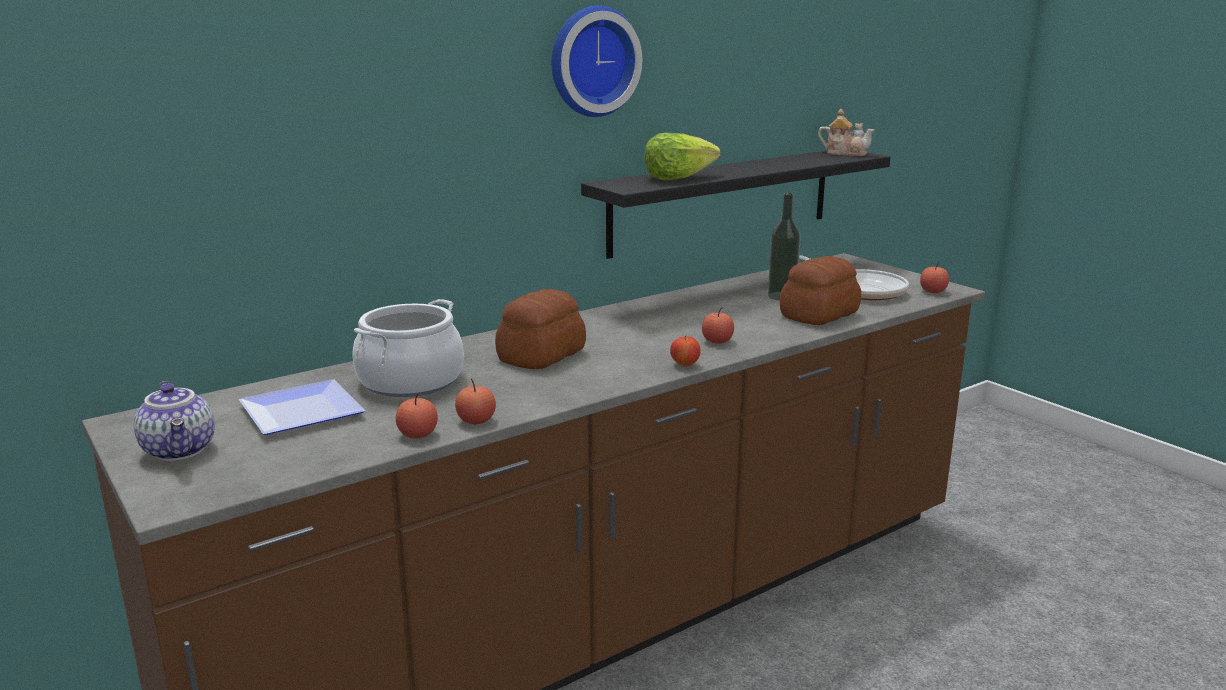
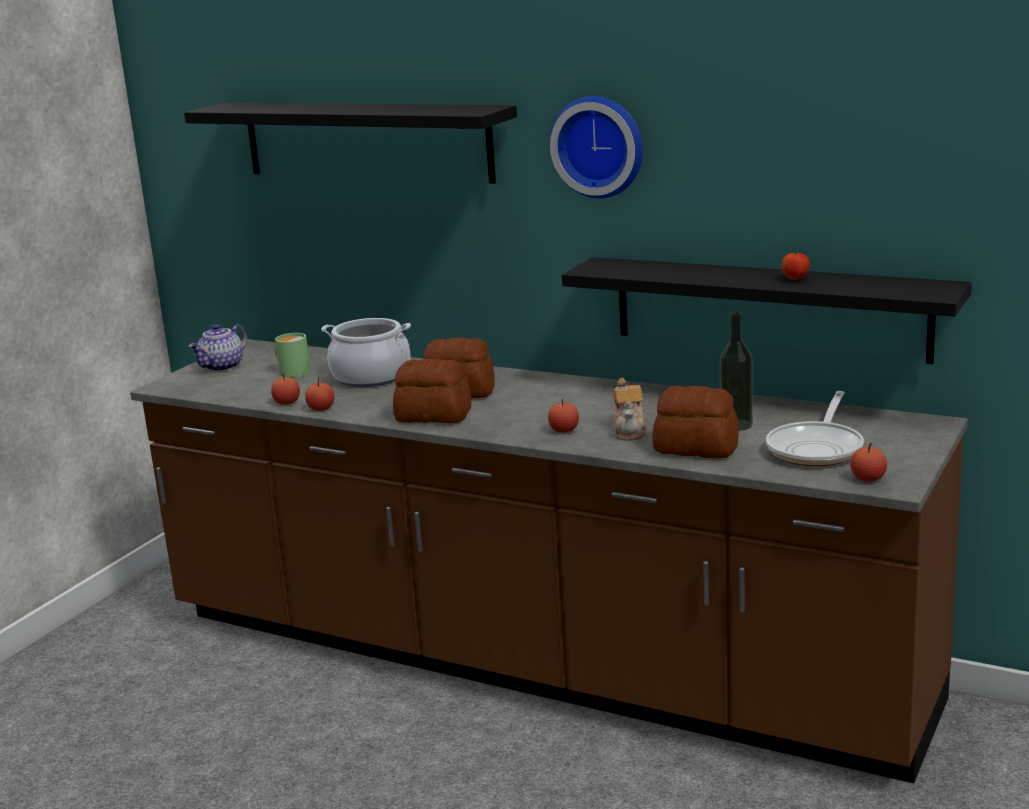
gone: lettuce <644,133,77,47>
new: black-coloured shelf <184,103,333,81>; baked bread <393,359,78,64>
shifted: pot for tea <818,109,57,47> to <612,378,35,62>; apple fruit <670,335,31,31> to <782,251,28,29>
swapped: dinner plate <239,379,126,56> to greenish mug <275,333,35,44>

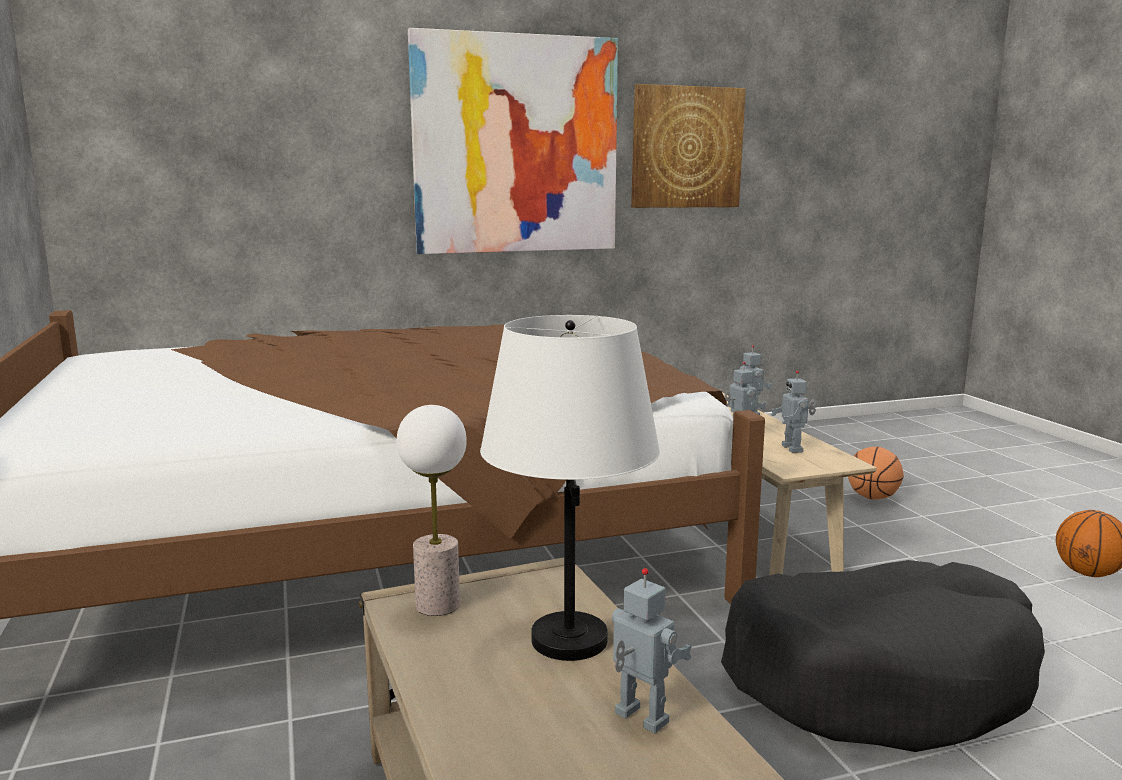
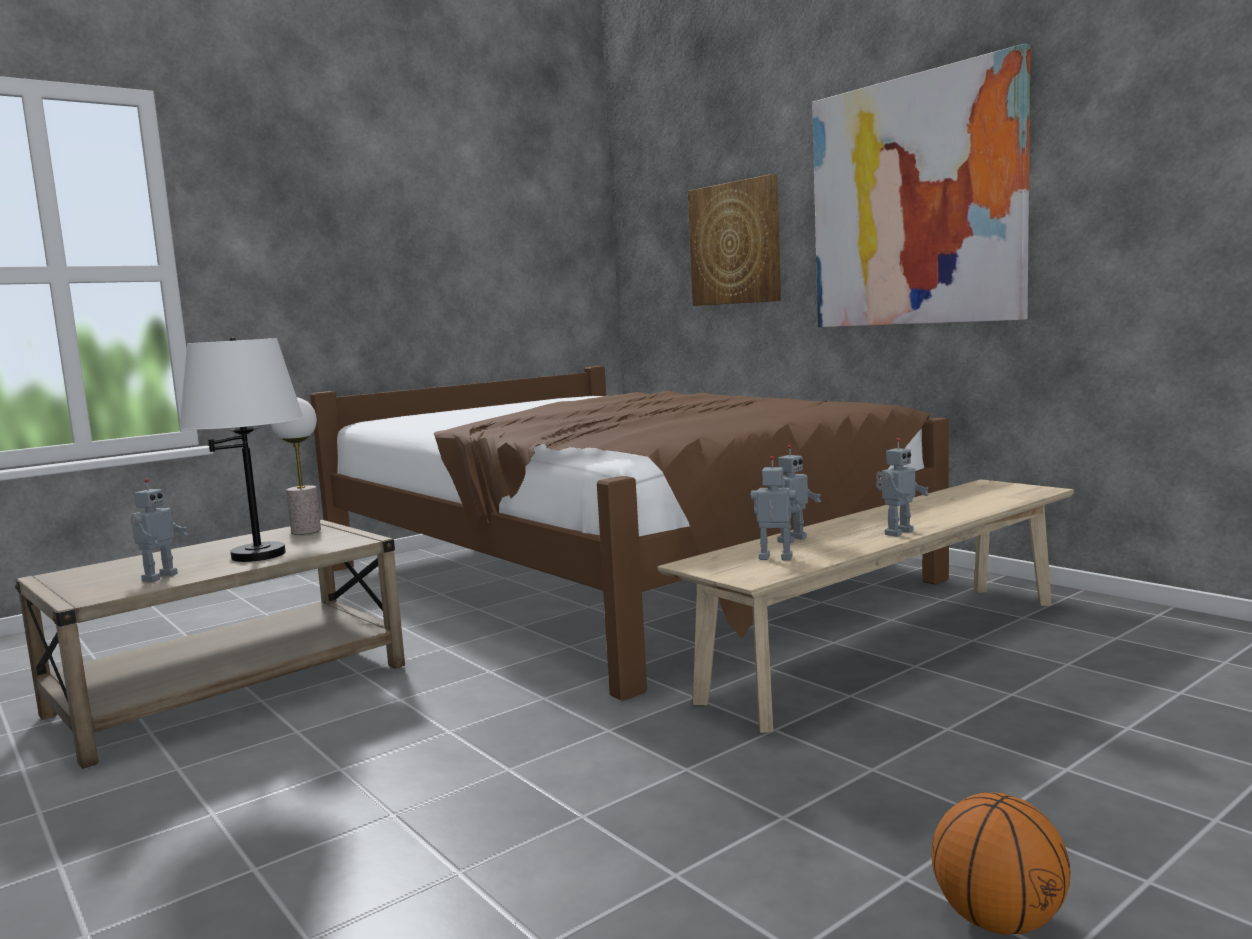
gone: basketball <848,447,56,53>; black-coloured dog cushion <721,560,324,192>
shifted: picture <631,84,115,124> to <688,174,93,132>
rotated: robot figure <771,370,45,83> = <751,456,46,104> 45 degrees clockwise

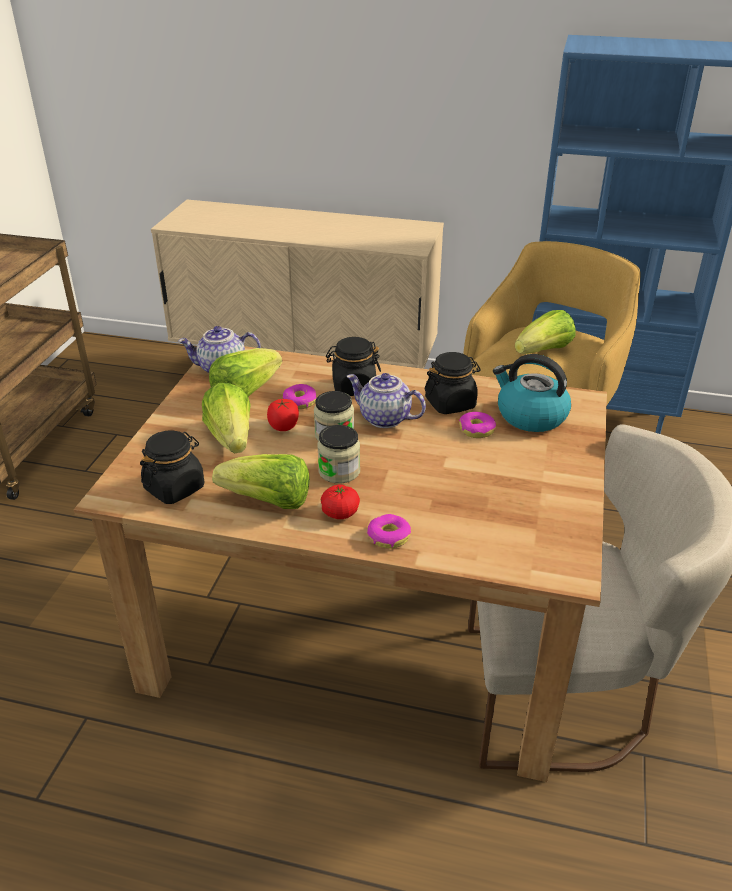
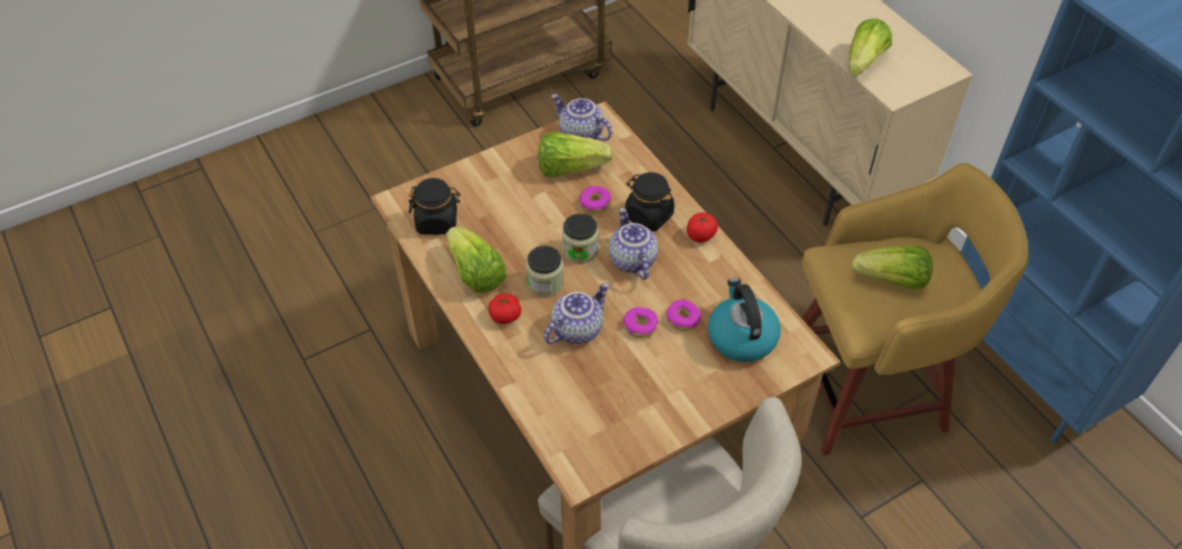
gone: black-coloured storage jar <425,352,56,62>
new: pot for tea <544,283,66,61>
shifted: lettuce <202,383,49,70> to <848,18,44,58>; fresh tomato <267,399,32,32> to <687,212,31,31>; donut <367,514,44,35> to <623,307,36,31>

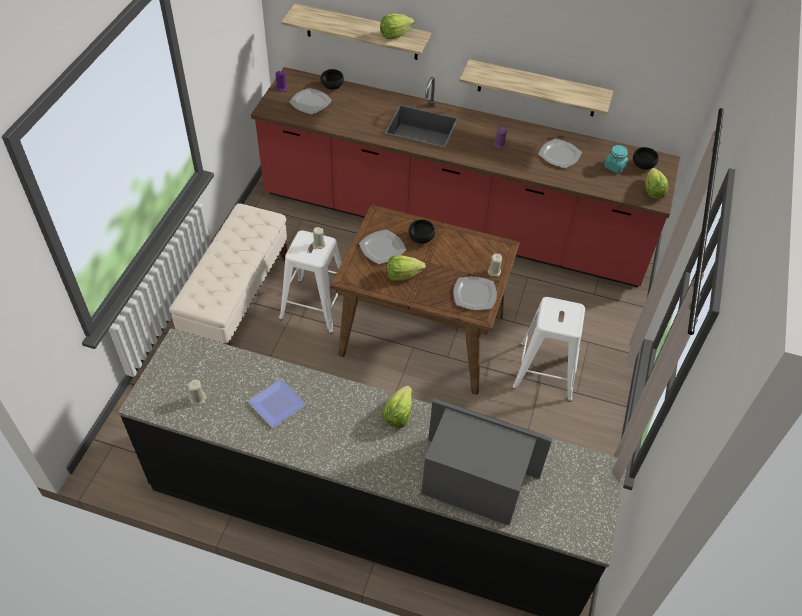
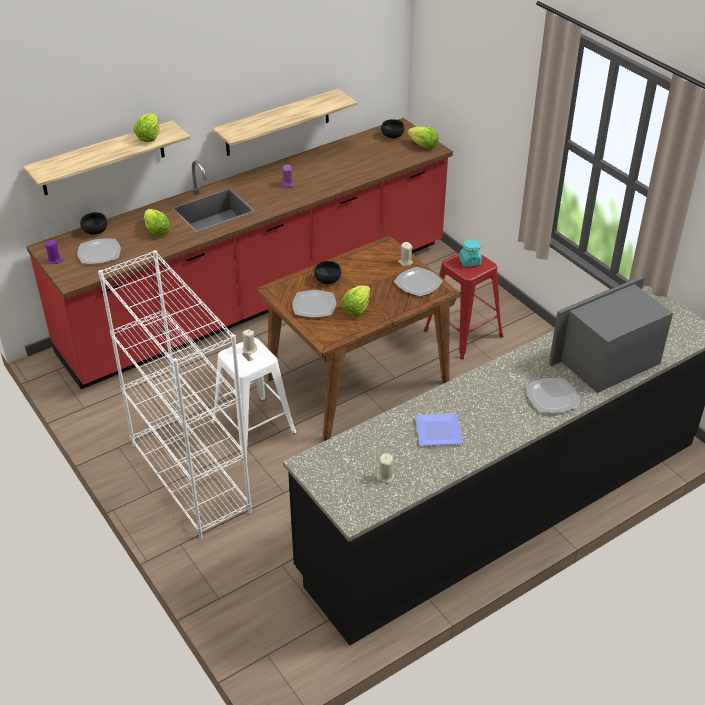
shifted: dinner plate <538,139,44,29> to <526,378,54,35>; turquoise-coloured storage jar <604,145,24,28> to <459,239,23,28>; lettuce <382,386,30,43> to <144,209,27,27>
swapped: beige long seat <169,203,118,143> to white shelving unit <98,250,154,288>
repainted: white stool <512,297,73,105> to red-coloured stool <424,253,79,106>

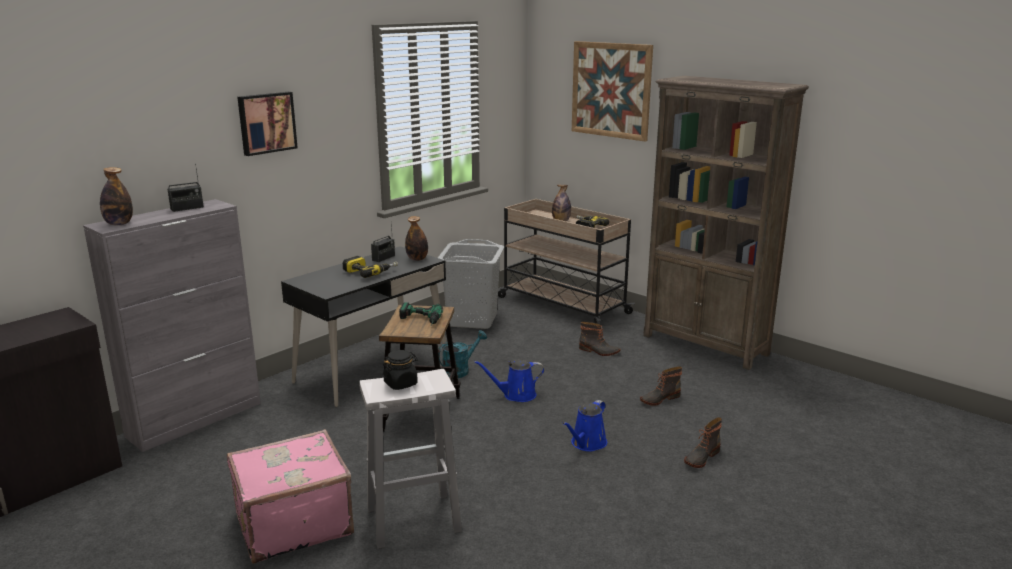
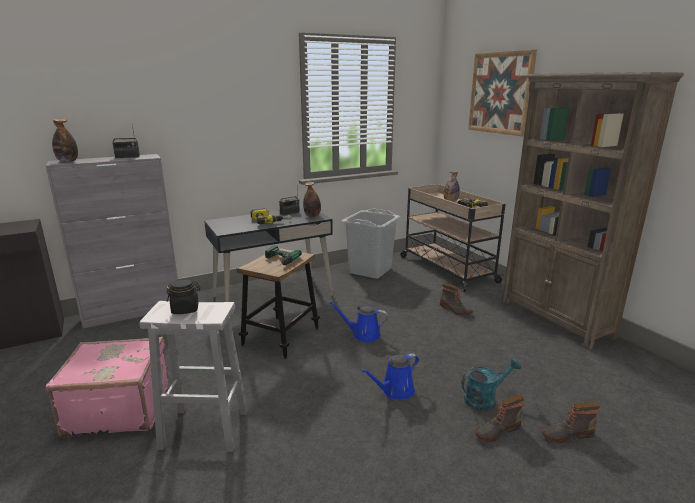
gone: picture <237,92,61,64>
shifted: turquoise-coloured watering can <438,330,49,48> to <462,358,59,52>; high-top boot <640,366,42,40> to <542,402,59,41>

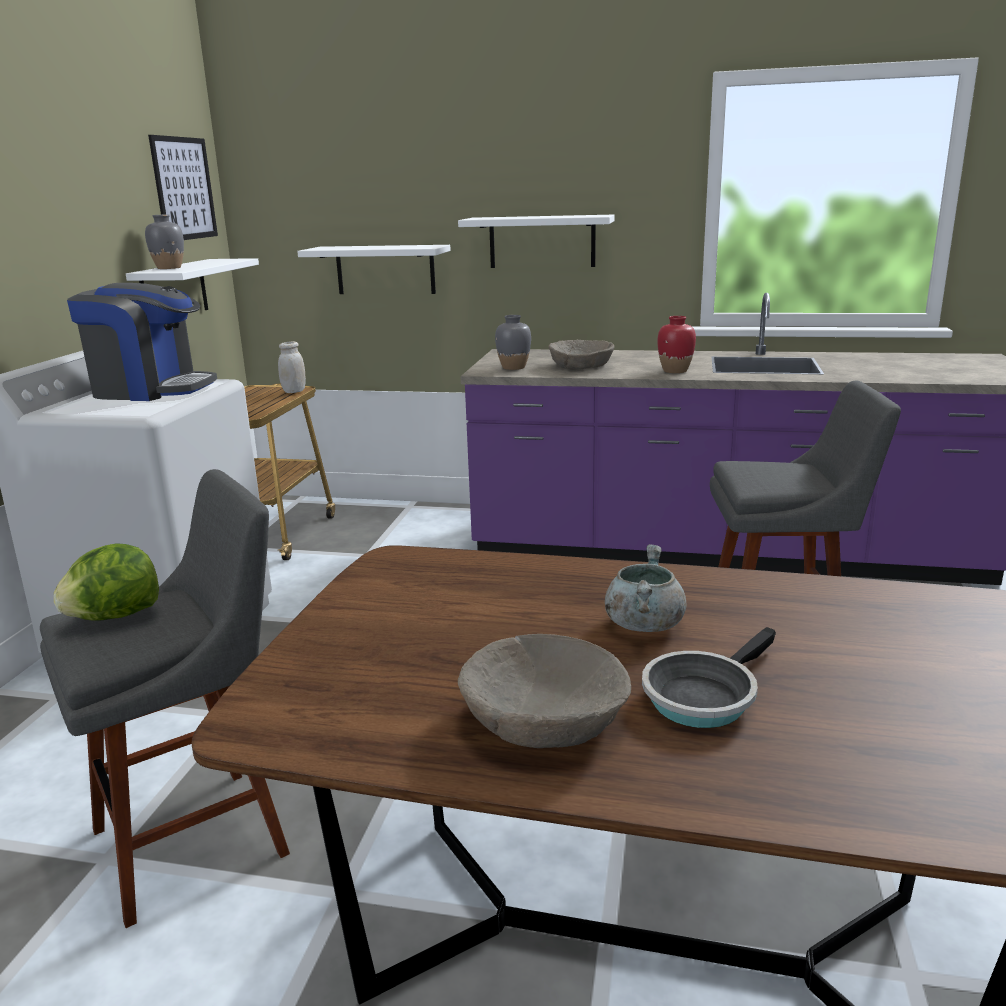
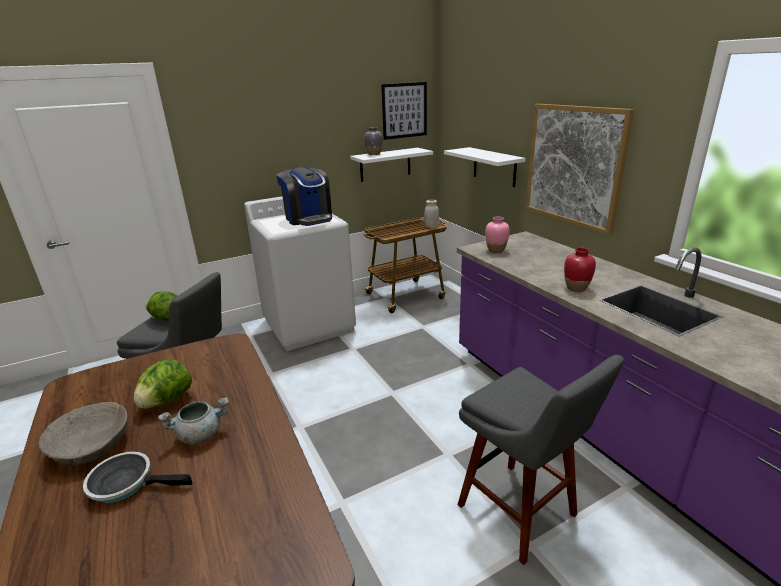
gone: beige serving bowl <548,339,67,31>
new: lettuce <134,360,58,49>
swapped: white shelf <458,215,157,53> to picture <526,104,108,131>
repainted: grey flower vase <495,315,36,55> to pinkish flower vase <485,217,25,36>

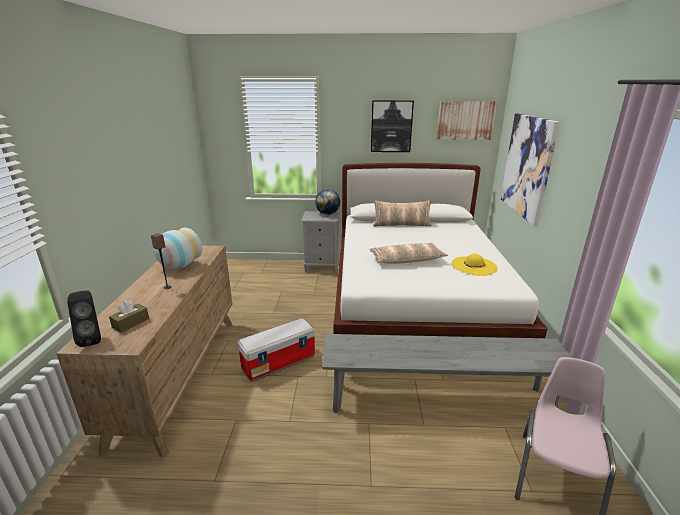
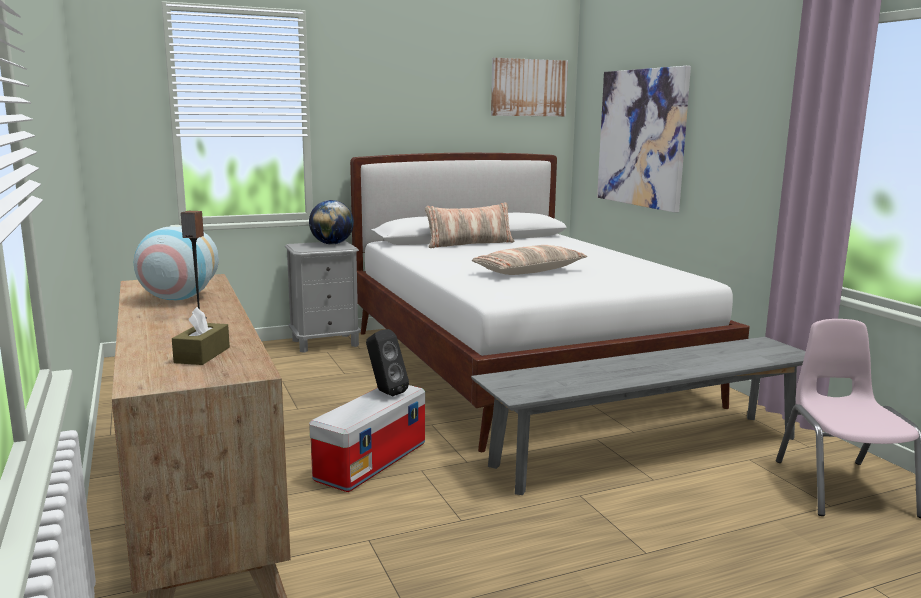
gone: picture <371,100,43,52>; yellowish hat <451,254,46,22>
shifted: black-coloured loudspeaker <67,291,34,56> to <366,329,43,67>

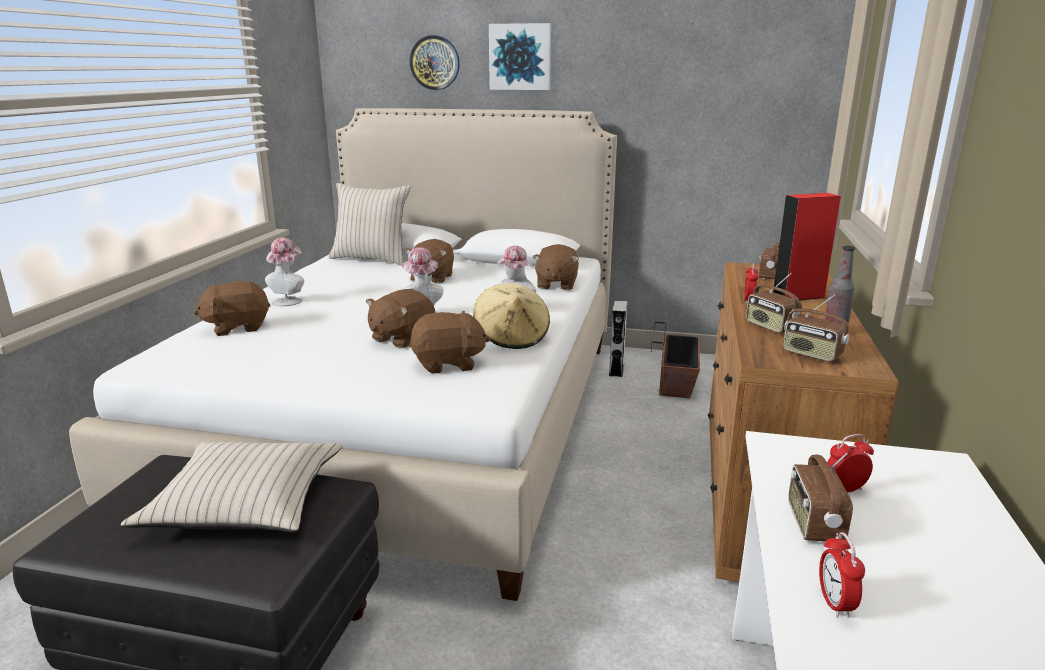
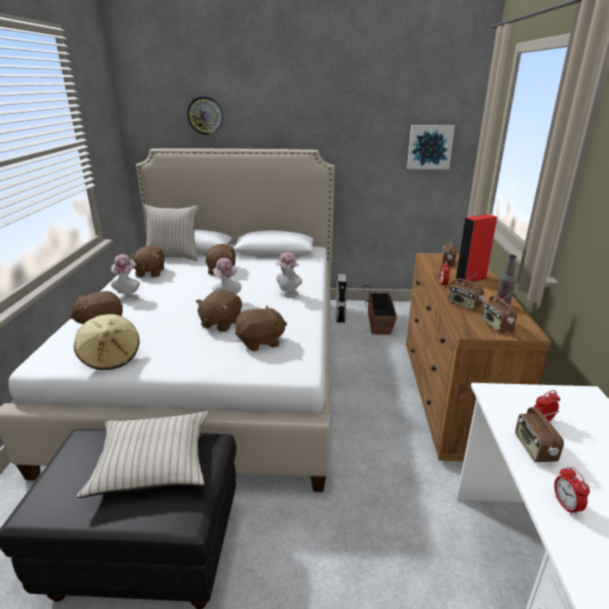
shifted: picture <489,23,62,67> to <407,125,48,44>; brown soft toy <533,244,46,46> to <129,246,36,31>; beige hat <473,283,77,66> to <74,314,66,56>
rotated: radio <783,294,67,68> = <481,292,36,39> 45 degrees clockwise

